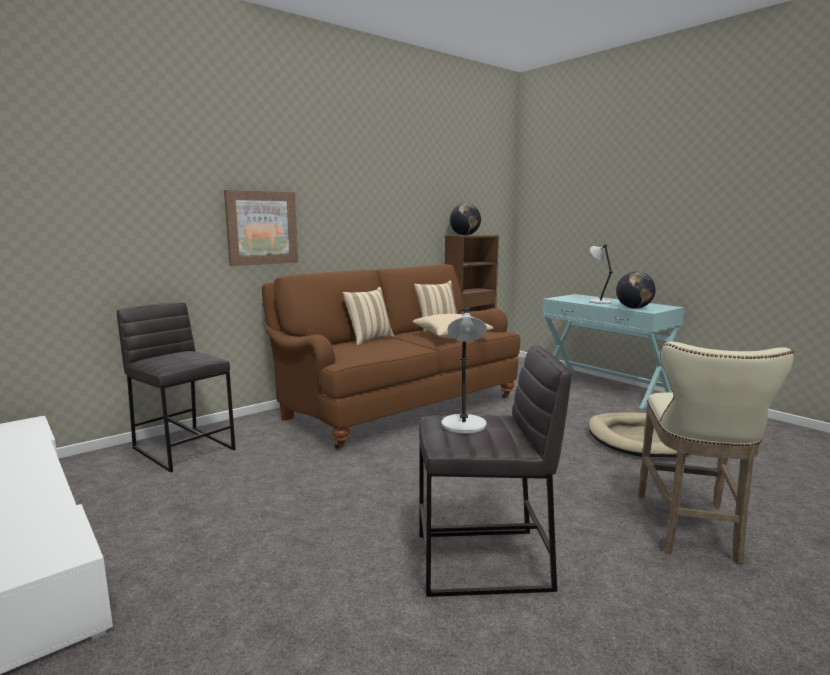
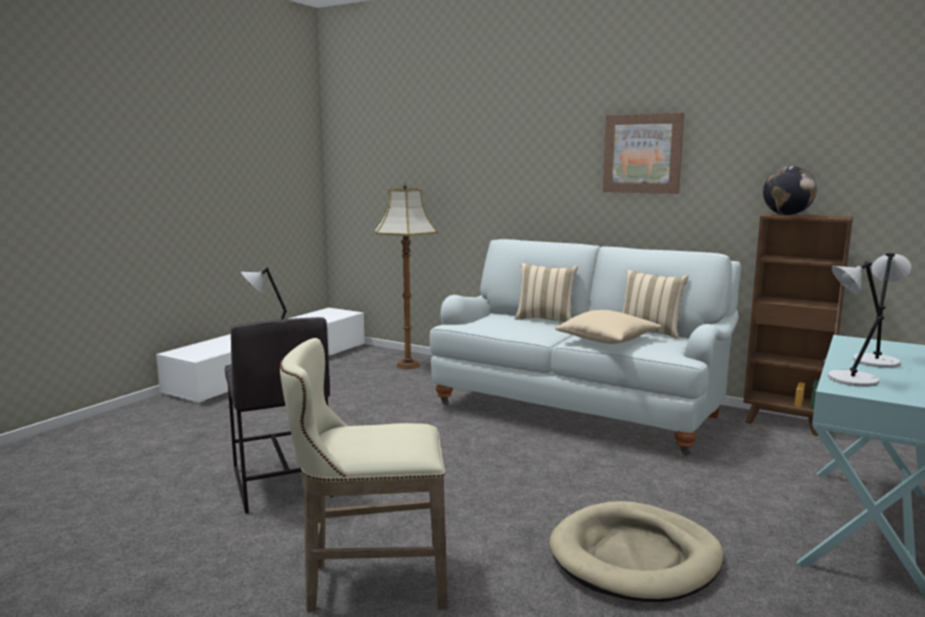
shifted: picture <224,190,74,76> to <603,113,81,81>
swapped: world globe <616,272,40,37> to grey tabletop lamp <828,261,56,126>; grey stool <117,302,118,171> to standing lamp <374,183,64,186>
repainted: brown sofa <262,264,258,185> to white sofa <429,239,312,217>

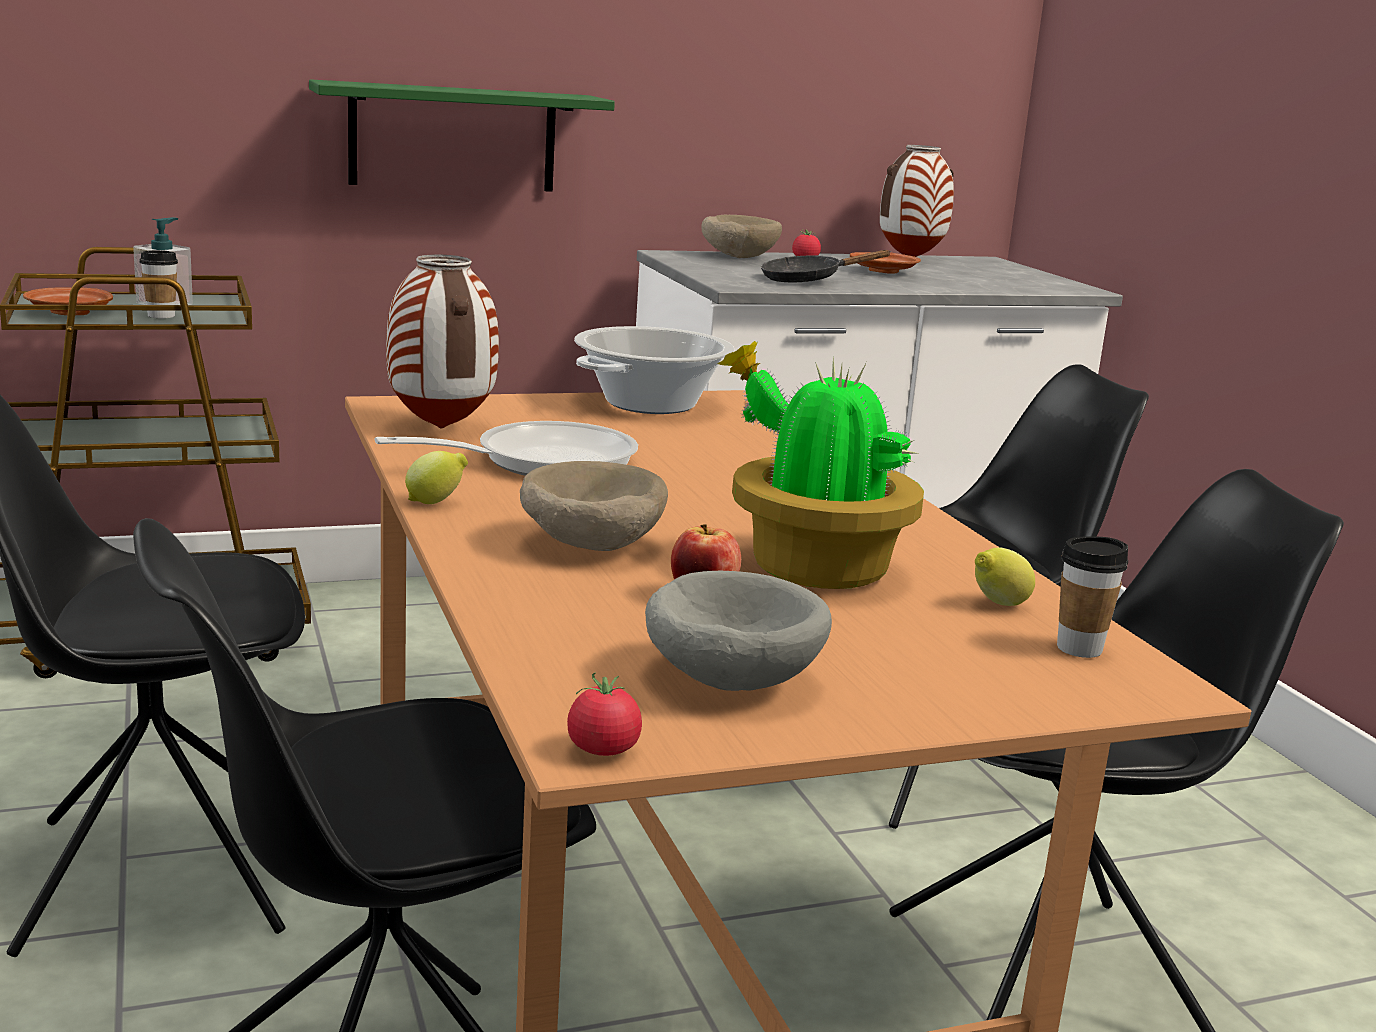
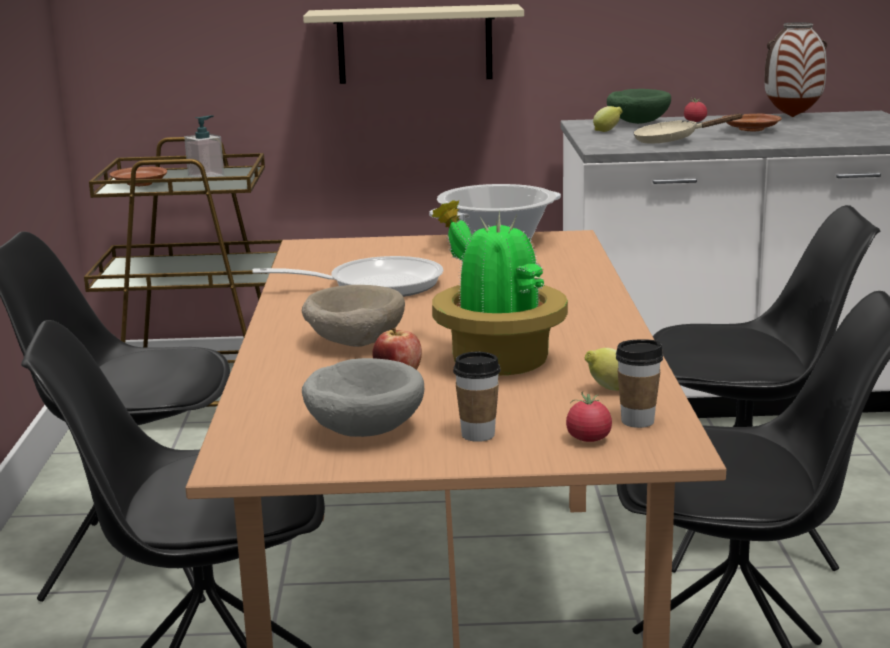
gone: flower vase <386,254,113,175>
shifted: cup <139,250,39,68> to <453,352,48,90>; citrus fruit <405,451,63,53> to <593,106,30,26>; fresh tomato <567,673,75,83> to <566,391,46,51>
repainted: greenish shelf <309,79,306,113> to beige shelf <303,4,221,80>; beige serving bowl <701,215,81,43> to greenish serving bowl <607,89,64,35>; black-coloured skillet <761,250,129,32> to beige skillet <633,113,111,31>

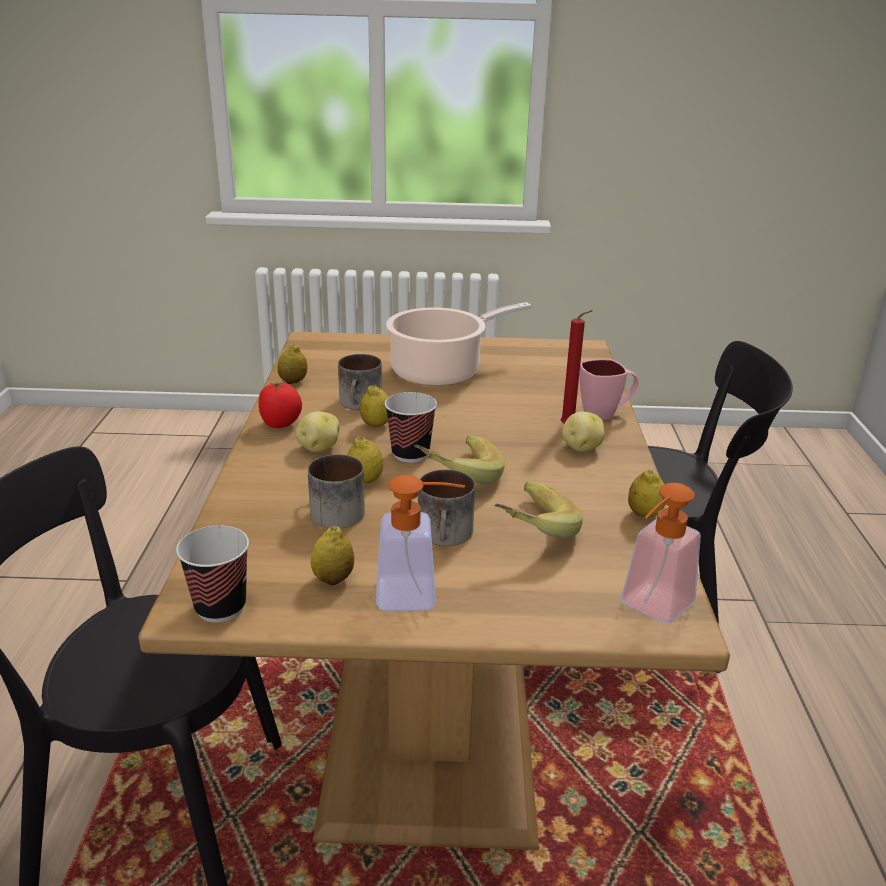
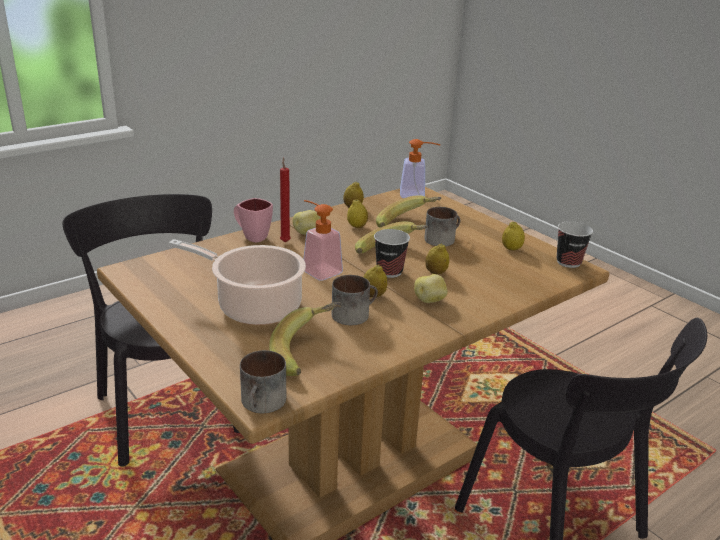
gone: fresh tomato <259,383,43,45>
new: whole banana <269,302,72,74>
shifted: citrus fruit <277,344,31,40> to <347,200,21,28>; mug <308,454,57,74> to <240,350,46,63>; liquid soap bottle <376,475,89,136> to <303,200,40,81>

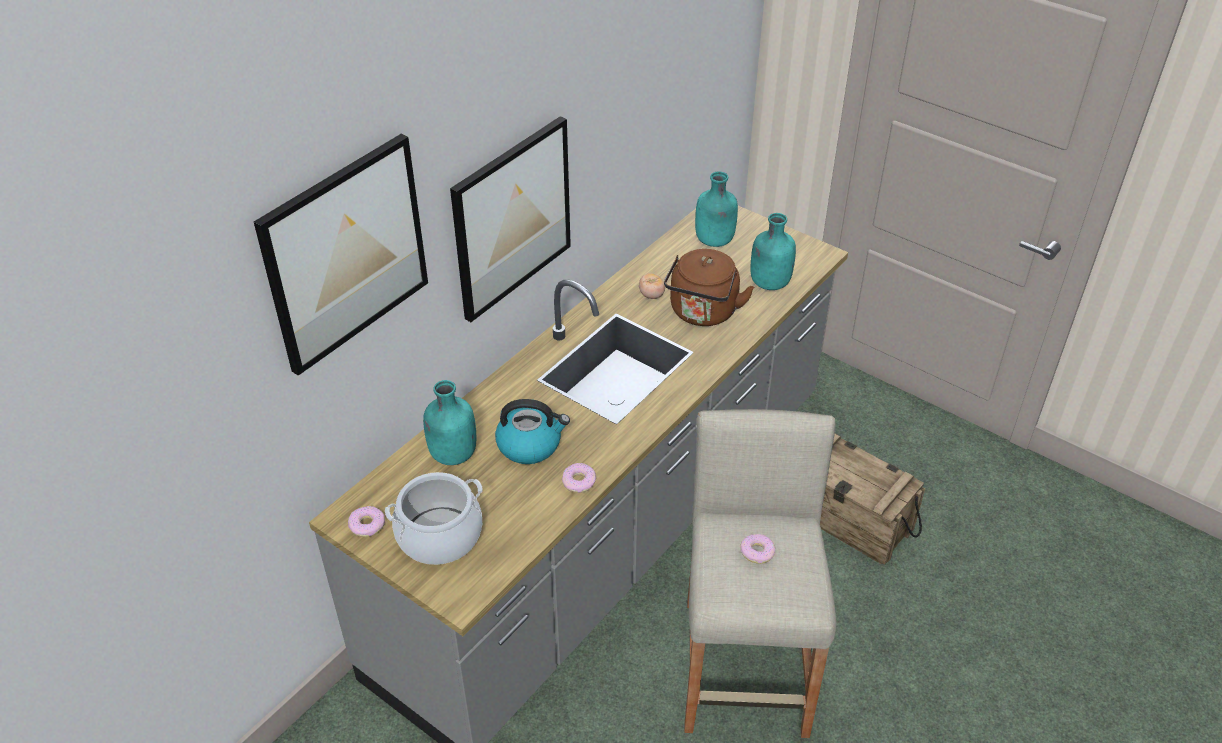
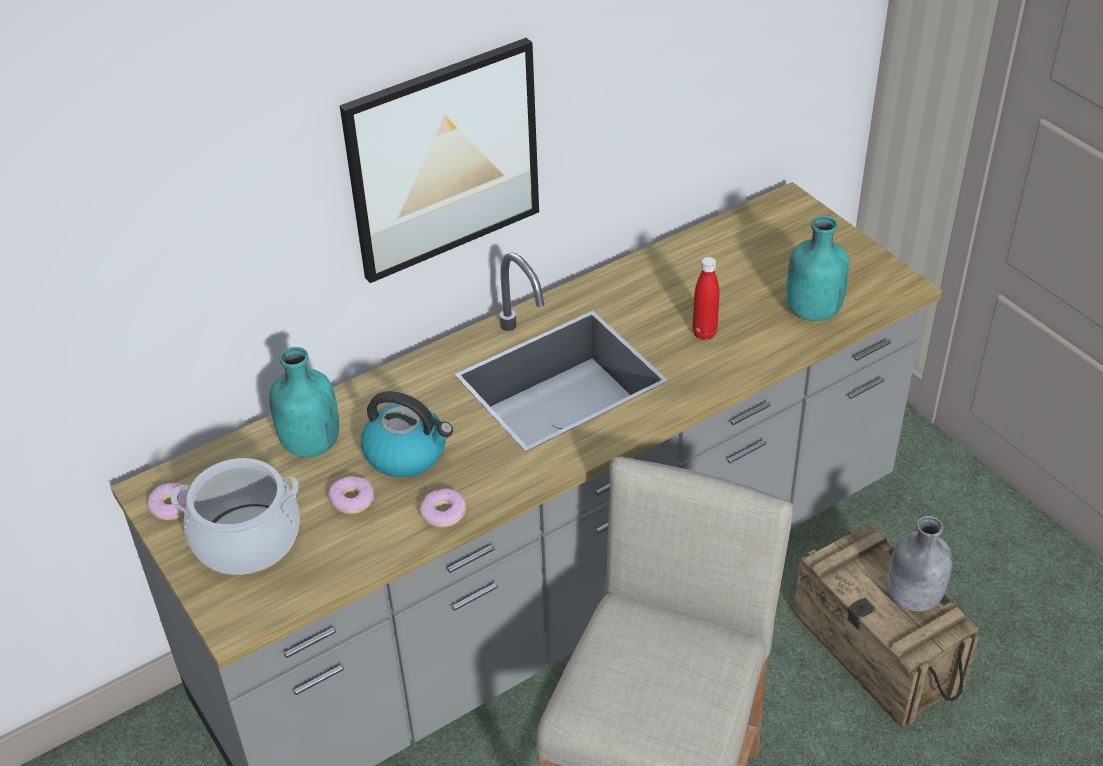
gone: picture <254,134,174,242>; turquoise-coloured bottle <695,171,43,76>; fresh tomato <639,273,26,26>
new: grey bottle <888,516,65,95>
shifted: donut <740,534,35,30> to <329,476,45,38>
swapped: brown water kettle <664,249,90,77> to red-coloured bottle <692,257,27,83>

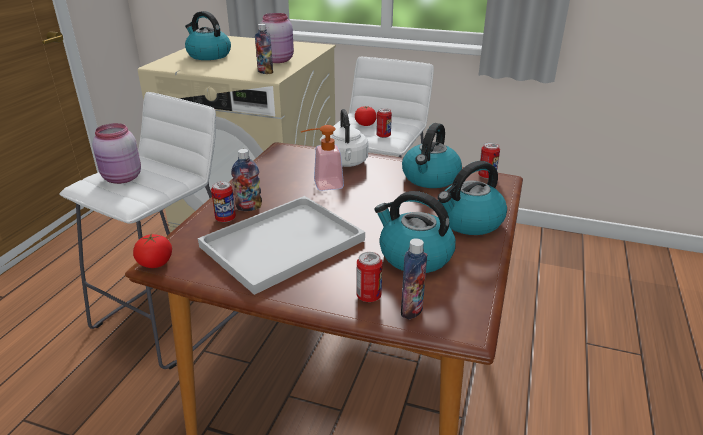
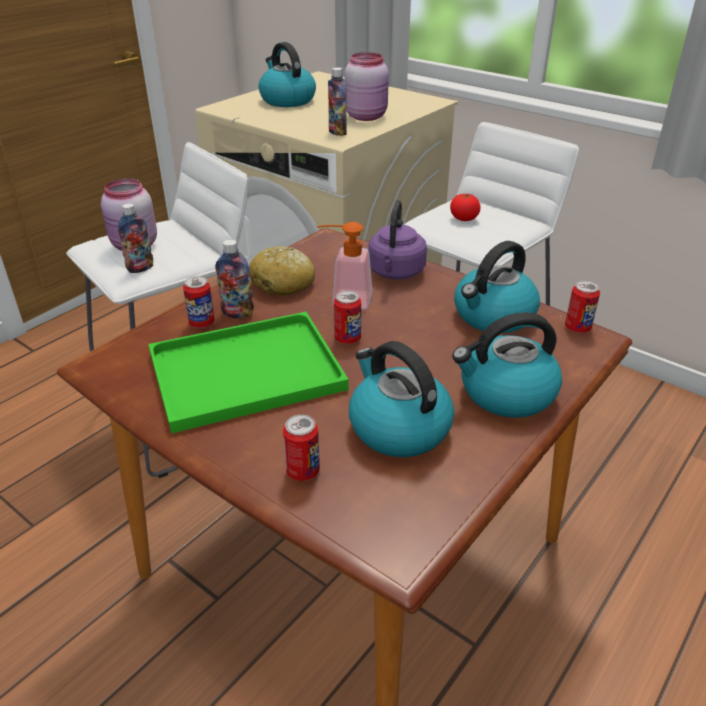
gone: fresh tomato <133,234,39,34>
new: baked bread <249,246,66,50>
shifted: can <376,108,16,30> to <334,291,27,53>; bottle <401,238,27,81> to <118,203,35,70>
repainted: white water kettle <330,109,38,58> to purple water kettle <369,200,58,80>; white serving tray <198,196,167,99> to greenish serving tray <148,312,201,122>

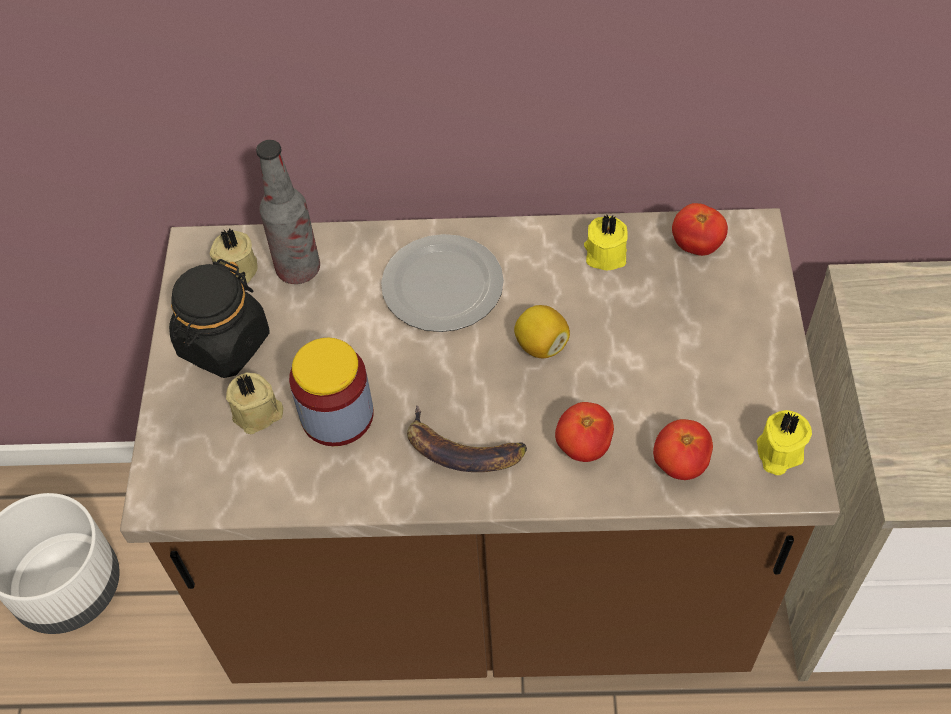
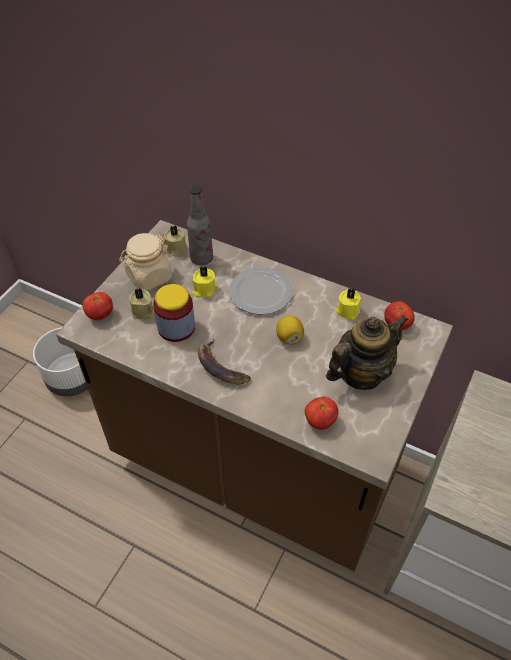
new: pot for tea <326,315,82,75>
shifted: fresh tomato <555,402,59,60> to <83,292,30,28>; yellowish wax candle <756,410,56,65> to <192,266,23,31>
repainted: black-coloured storage jar <169,259,101,119> to beige storage jar <119,233,53,58>

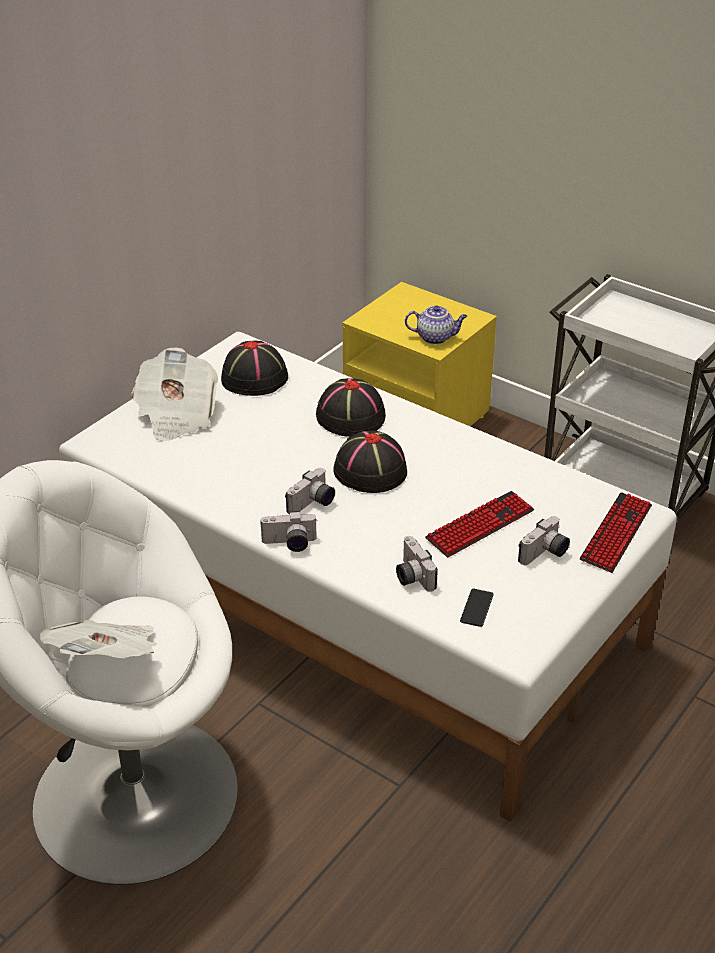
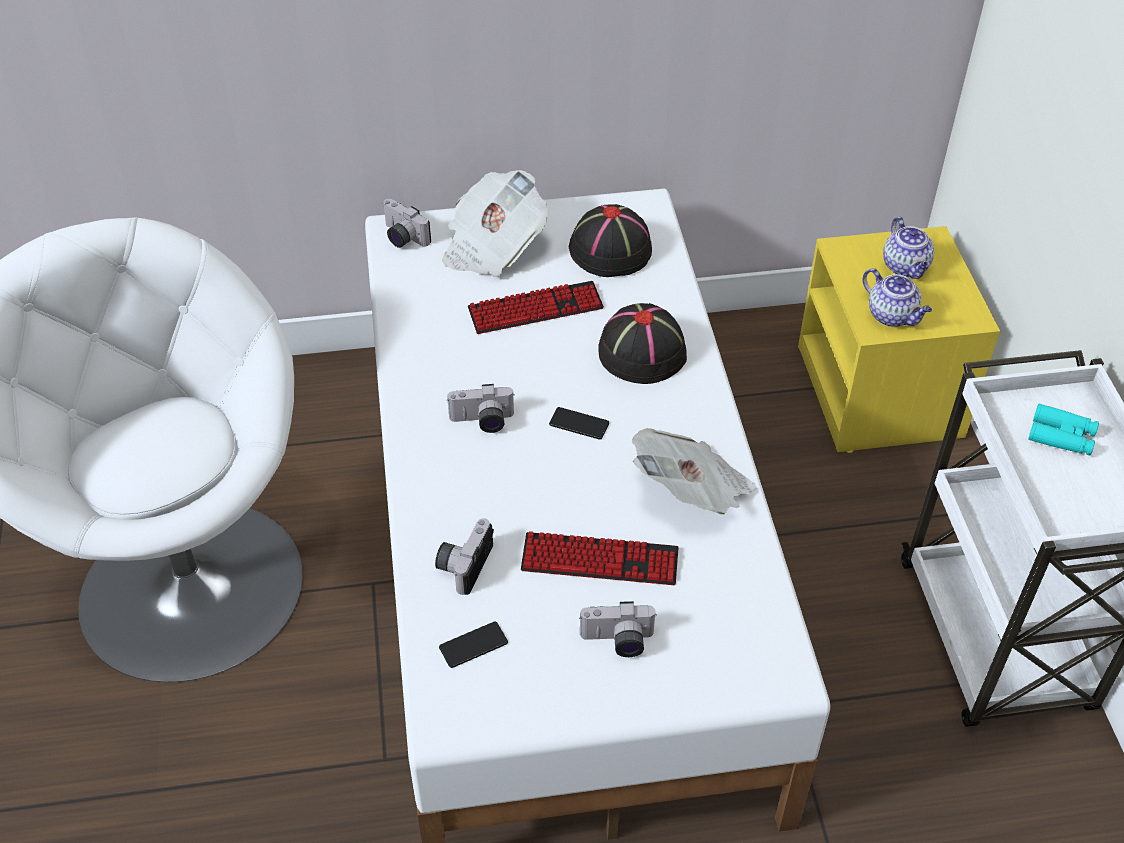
new: pot for tea <883,217,51,62>; turquoise-coloured field glasses <1028,404,71,51>
shifted: keyboard <580,492,72,81> to <468,281,136,53>; still camera <260,511,57,41> to <383,199,48,49>; printed paper <40,620,117,38> to <632,428,125,87>
swapped: black-coloured hat <333,430,74,63> to handset <549,407,60,33>

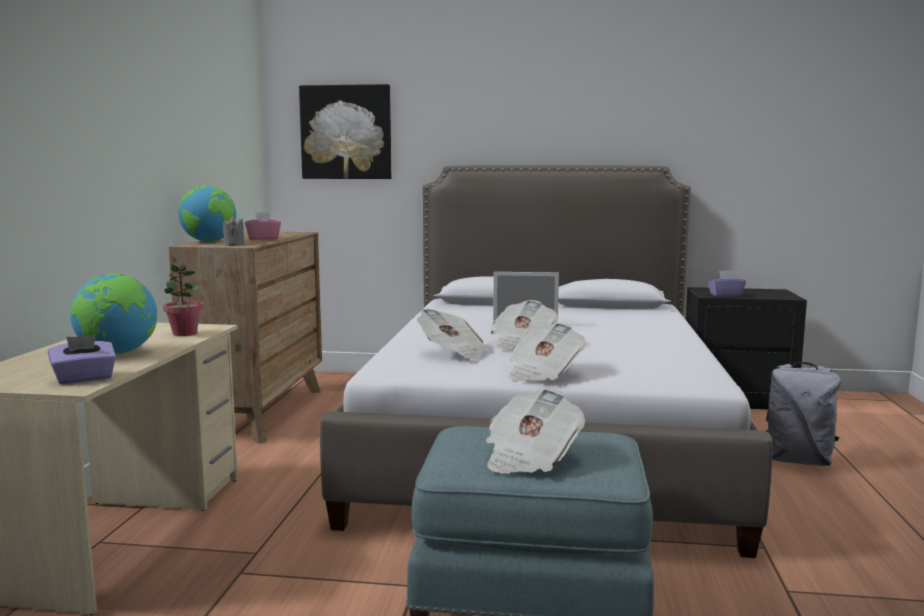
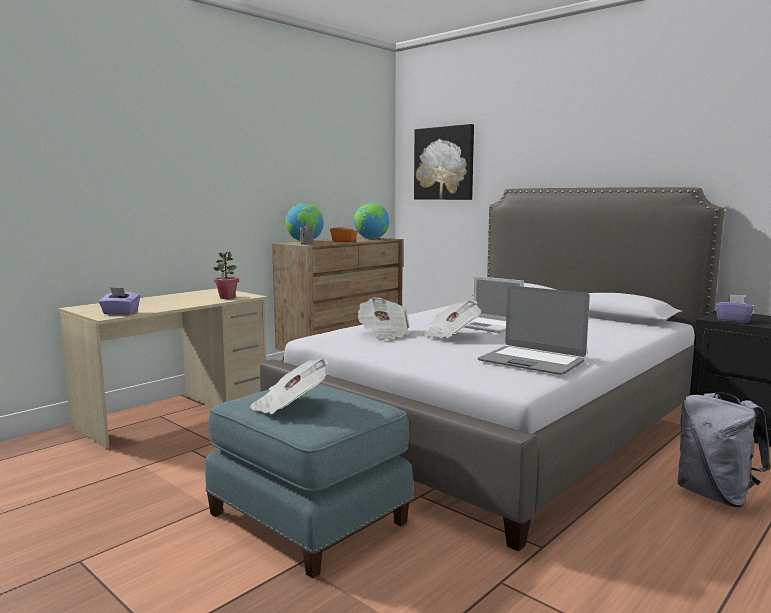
gone: printed paper <509,323,77,58>
new: laptop <478,286,112,89>
shifted: world globe <70,274,88,81> to <354,203,36,36>
repainted: pinkish box of tissues <245,212,36,28> to orange-coloured box of tissues <330,223,28,19>

